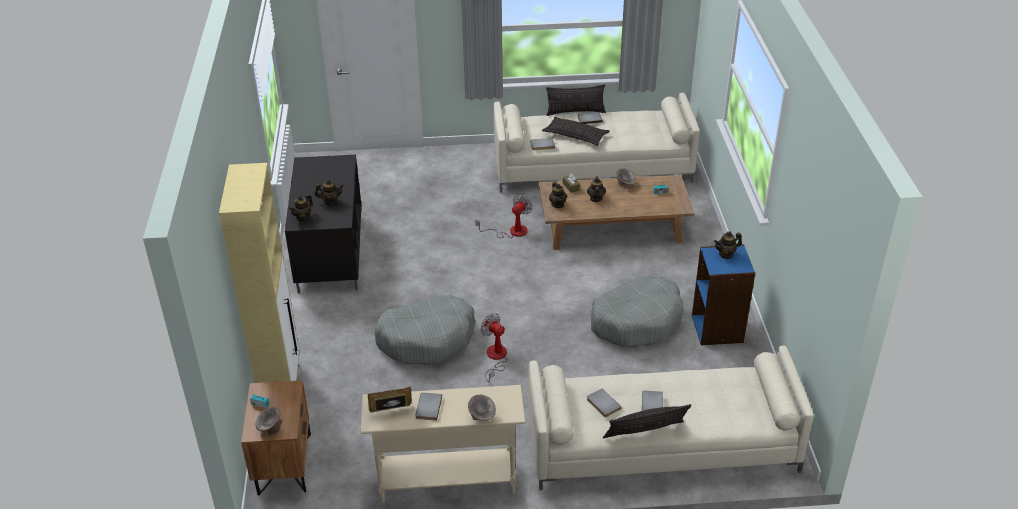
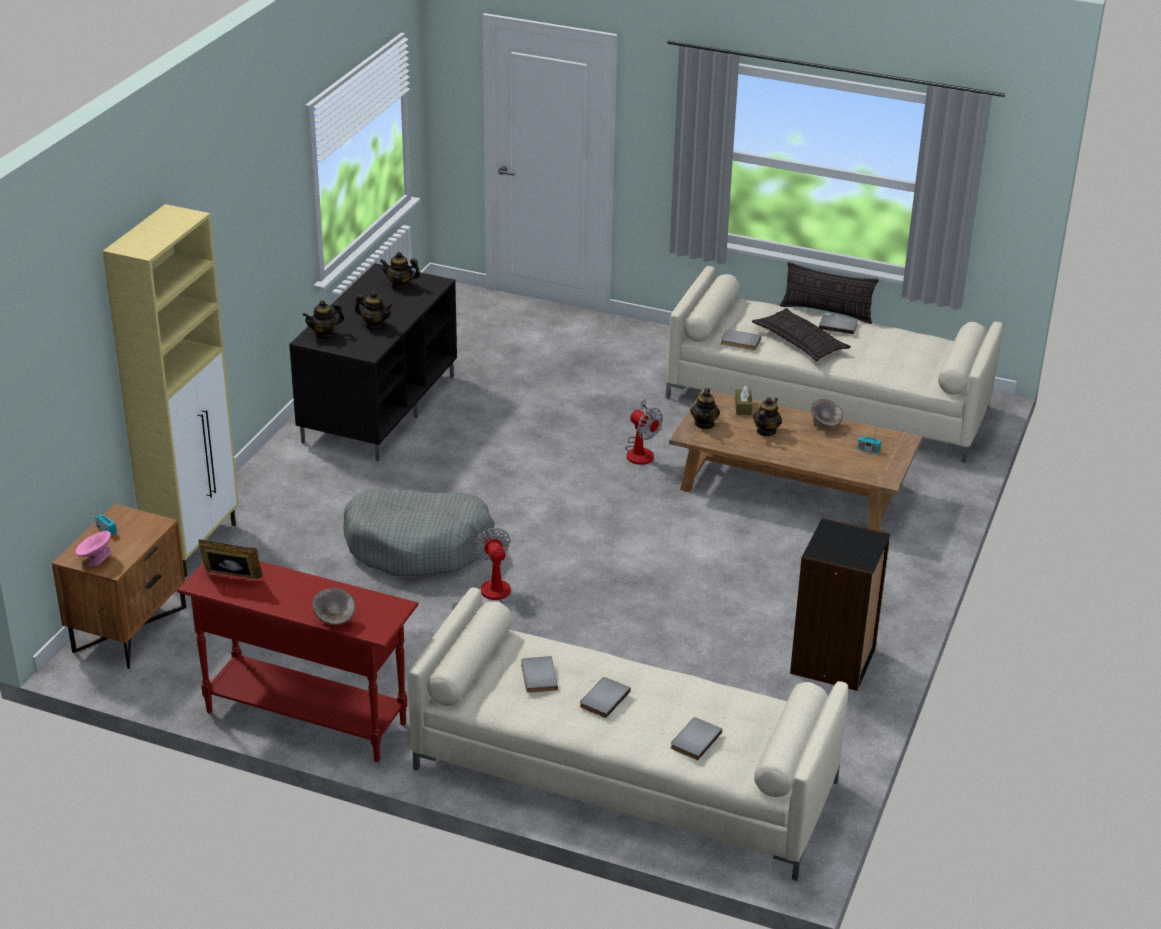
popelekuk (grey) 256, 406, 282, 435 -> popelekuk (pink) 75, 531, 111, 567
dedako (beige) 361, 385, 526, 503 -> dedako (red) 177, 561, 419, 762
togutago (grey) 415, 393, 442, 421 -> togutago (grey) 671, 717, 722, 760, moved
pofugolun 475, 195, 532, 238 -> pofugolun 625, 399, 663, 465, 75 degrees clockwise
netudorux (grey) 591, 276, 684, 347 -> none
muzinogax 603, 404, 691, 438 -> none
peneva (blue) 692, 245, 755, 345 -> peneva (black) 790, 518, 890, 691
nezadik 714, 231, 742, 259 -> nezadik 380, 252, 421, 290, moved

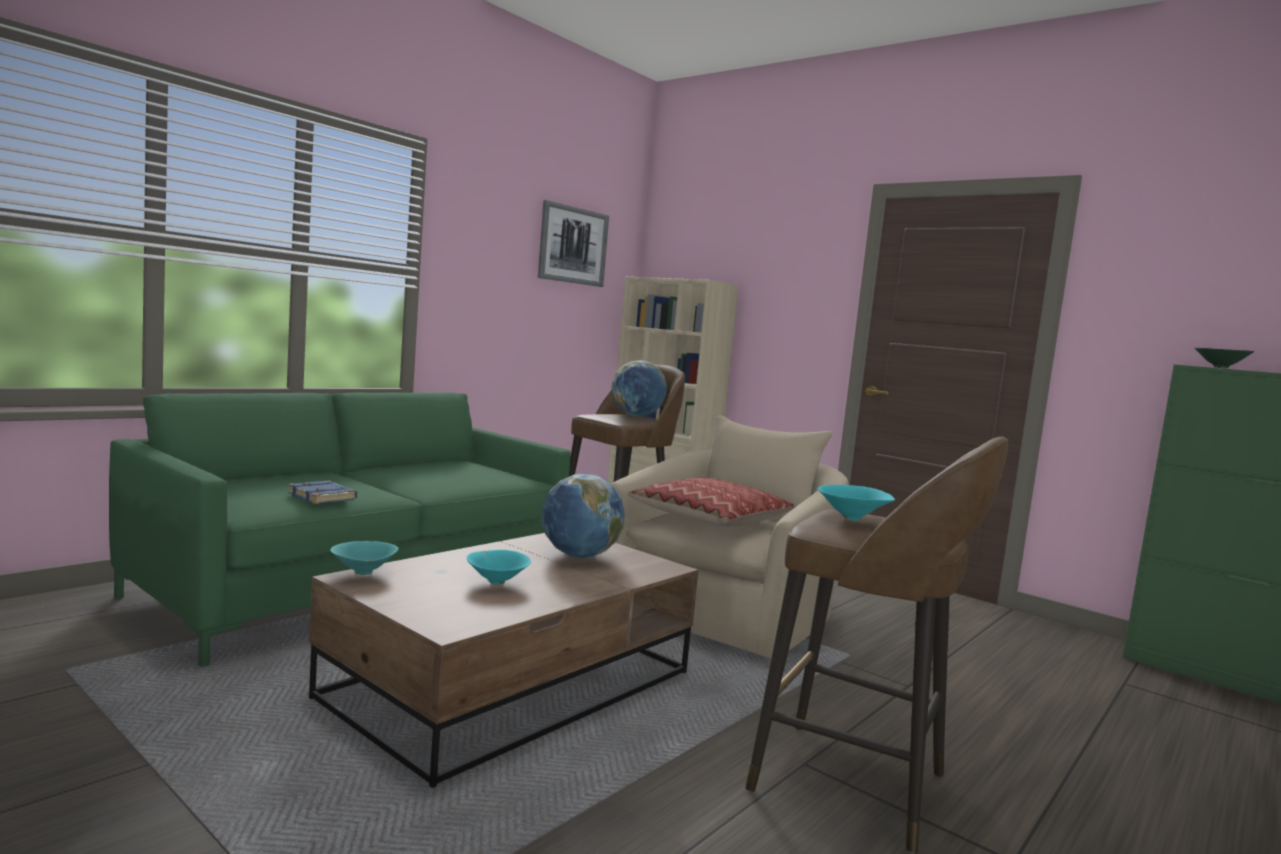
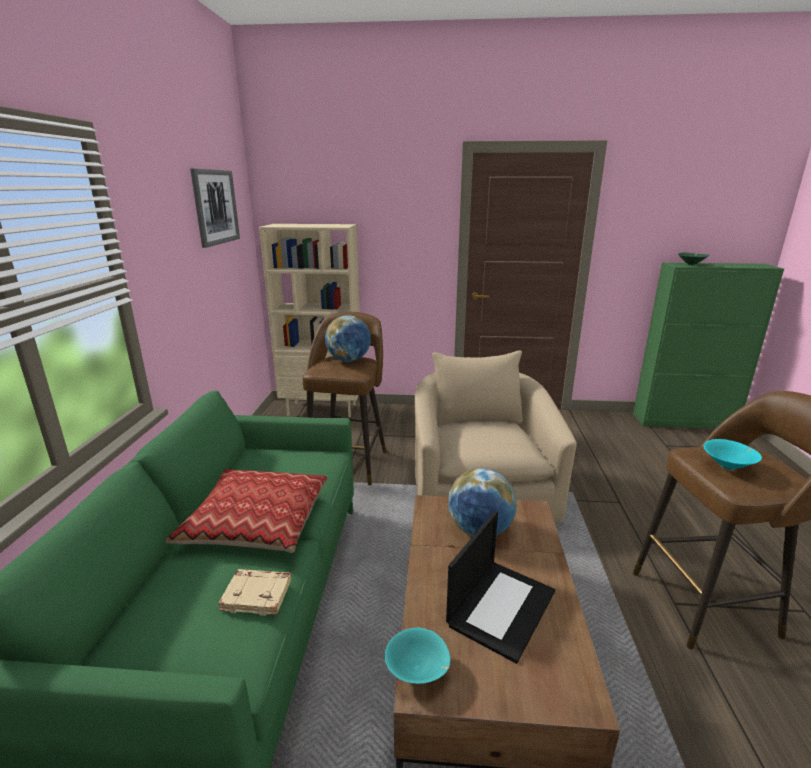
togutago (blue) 288, 480, 357, 504 -> togutago (beige) 218, 569, 291, 616
popelekuk (turquoise) 467, 550, 531, 585 -> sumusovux 446, 511, 555, 664
muzinogax 628, 477, 796, 527 -> muzinogax 165, 469, 328, 553, moved

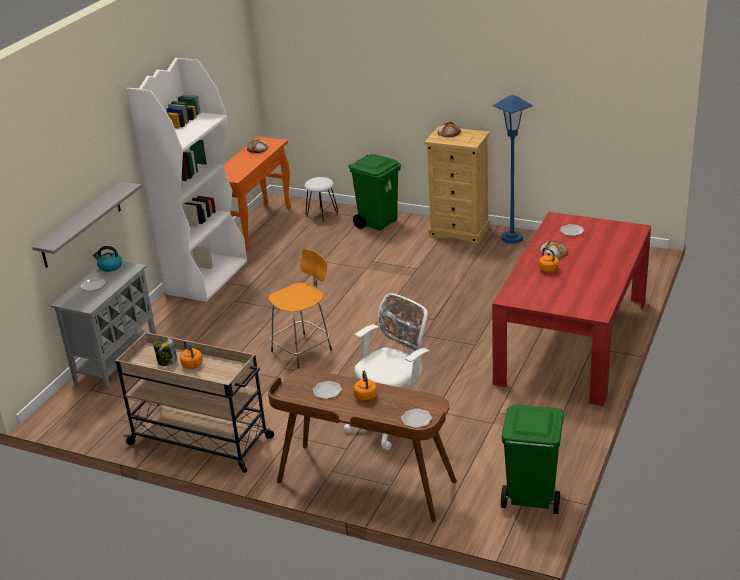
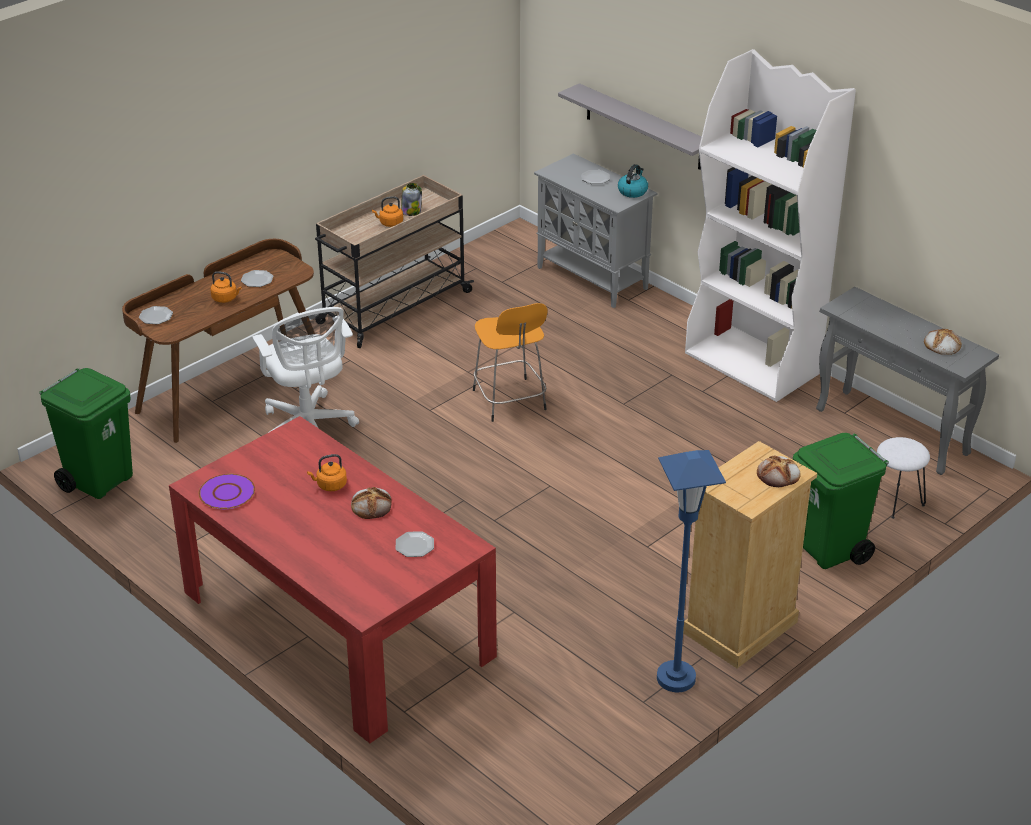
dedako (orange) 224, 137, 291, 249 -> dedako (grey) 816, 287, 999, 475
none -> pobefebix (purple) 199, 474, 255, 509

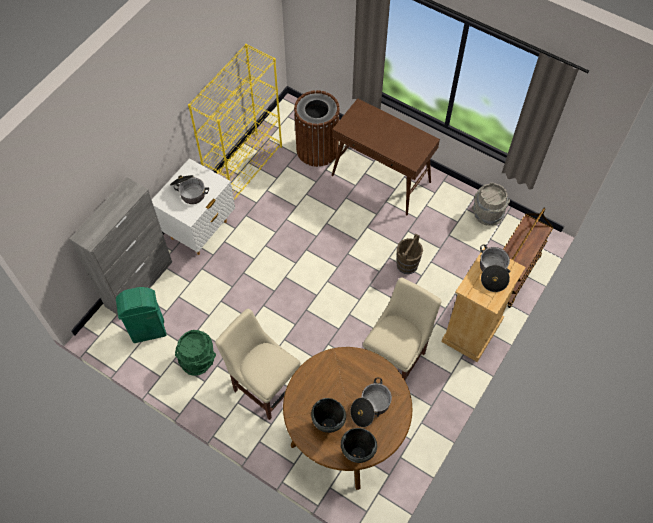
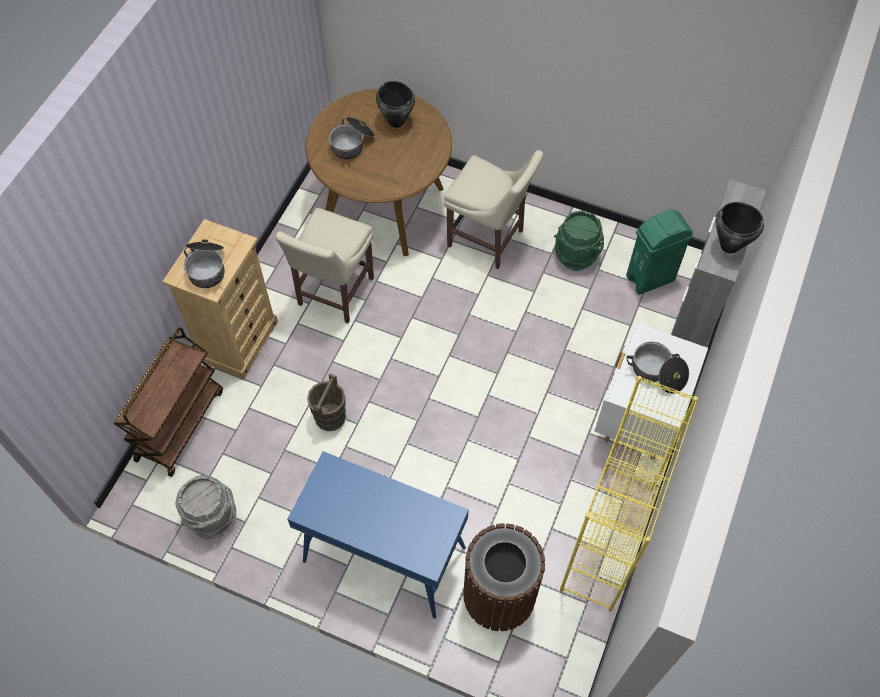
dedako (brown) 332, 98, 440, 216 -> dedako (blue) 287, 451, 469, 619
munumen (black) 341, 428, 377, 463 -> munumen (black) 716, 202, 764, 254, moved

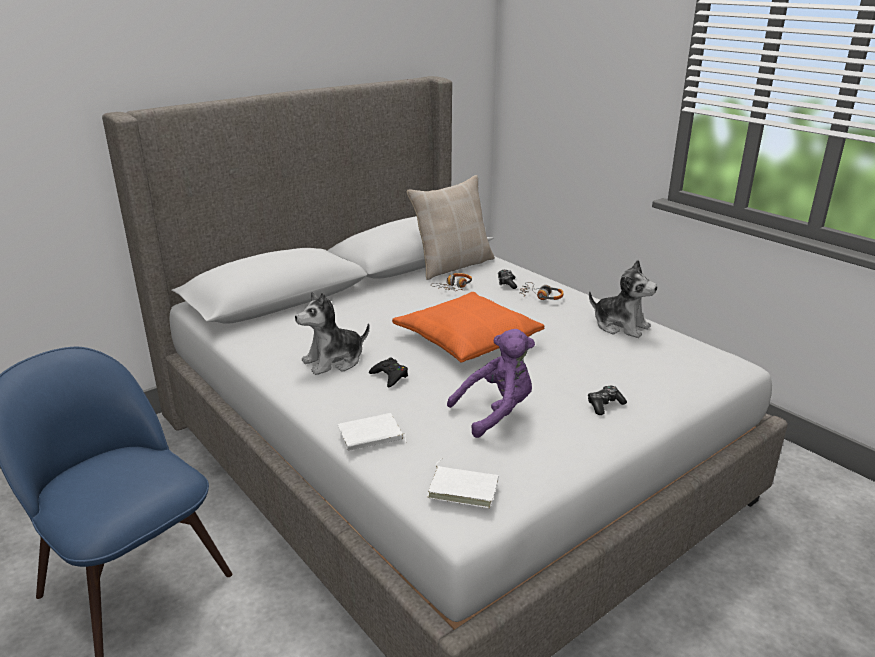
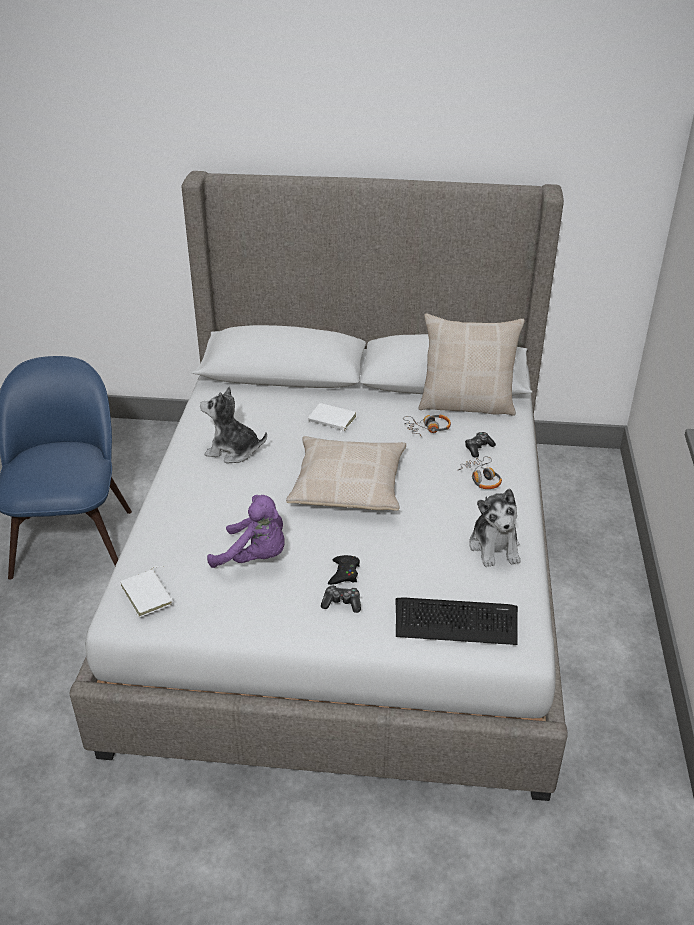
togutago (white) 338, 413, 407, 451 -> togutago (white) 308, 403, 357, 433, moved
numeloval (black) 369, 358, 408, 387 -> numeloval (black) 328, 555, 360, 585, moved
muzinogax (orange) 392, 292, 545, 363 -> muzinogax (beige) 286, 436, 406, 511
none -> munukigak 396, 597, 518, 645

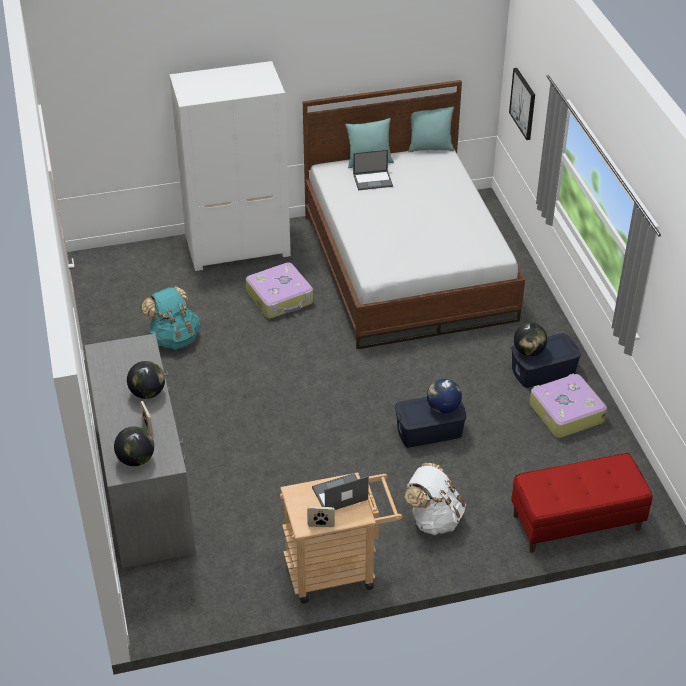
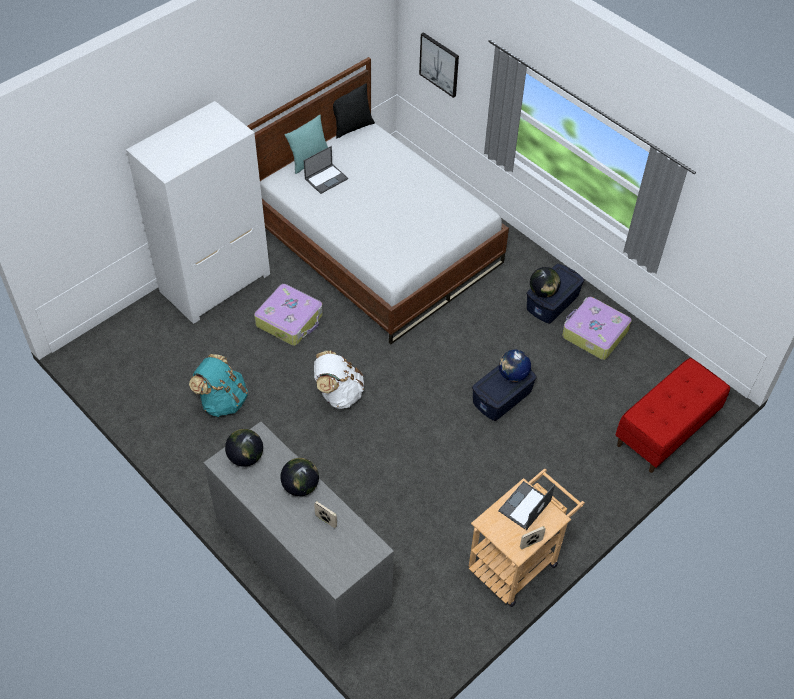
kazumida 114, 426, 154, 466 -> kazumida 225, 429, 263, 467, moved
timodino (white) 405, 463, 466, 535 -> timodino (white) 314, 351, 364, 409, moved
muzinogax (turquoise) 408, 107, 454, 152 -> muzinogax (black) 333, 83, 375, 138

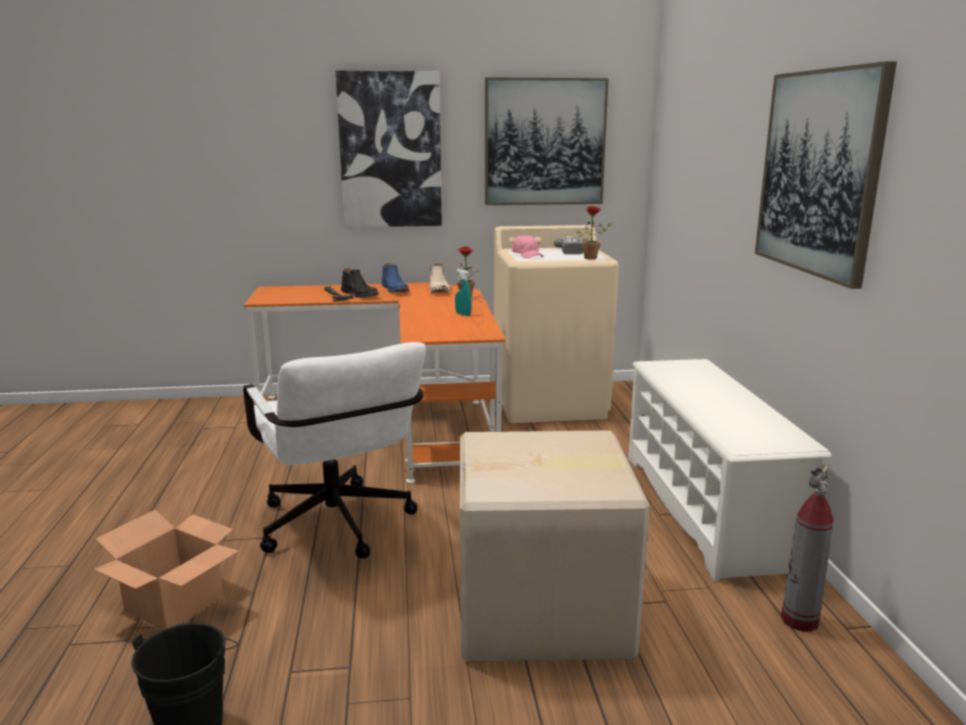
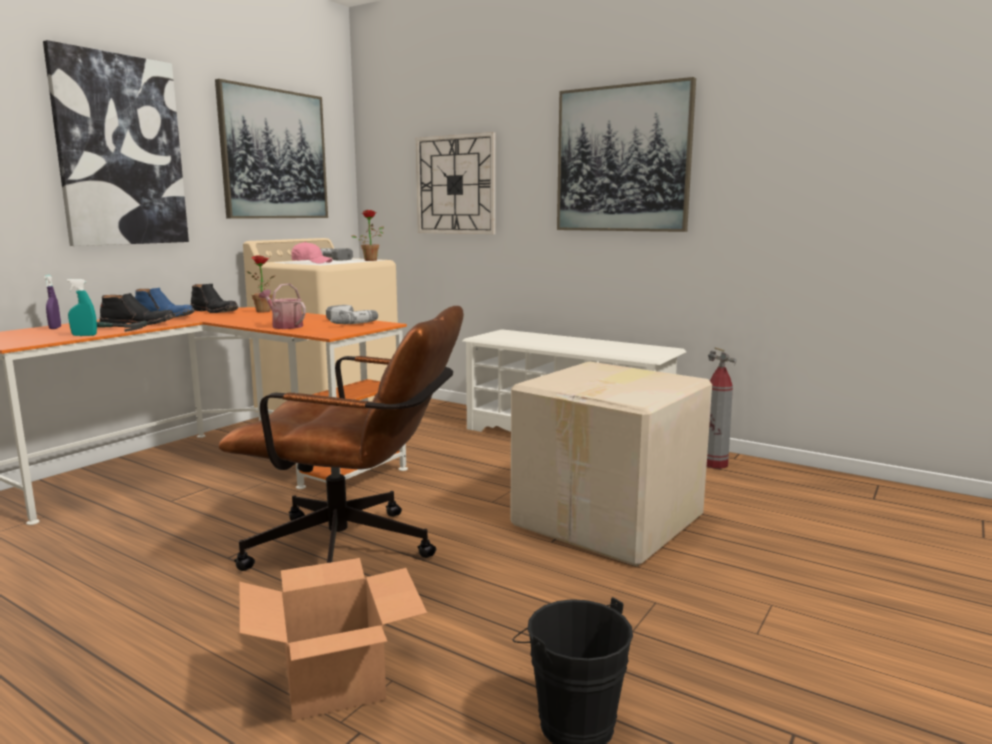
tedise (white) 243, 342, 426, 559 -> tedise (brown) 218, 306, 464, 571
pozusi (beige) 429, 264, 450, 293 -> pozusi (black) 190, 284, 238, 313
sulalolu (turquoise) 455, 269, 472, 316 -> sulalolu (turquoise) 67, 279, 97, 336, moved
none -> sulalolu (purple) 44, 275, 61, 329
none -> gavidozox 259, 283, 306, 329
none -> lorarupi 326, 305, 378, 324
none -> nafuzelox 416, 132, 496, 234

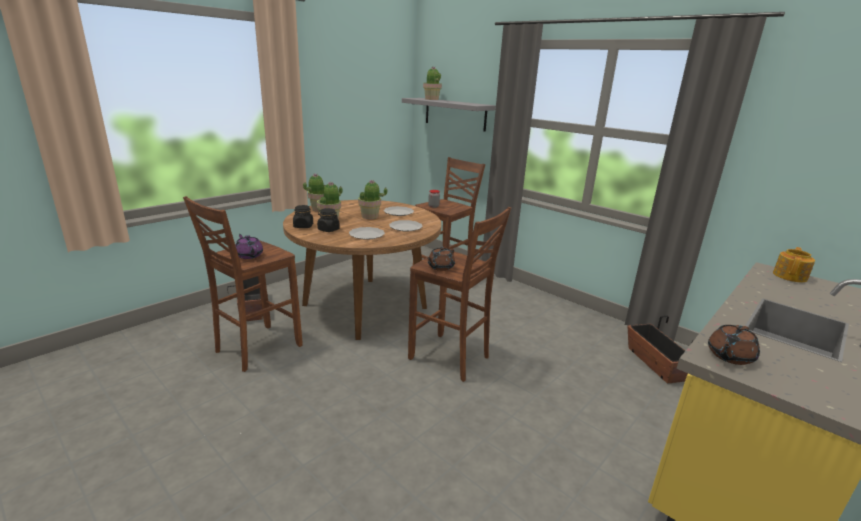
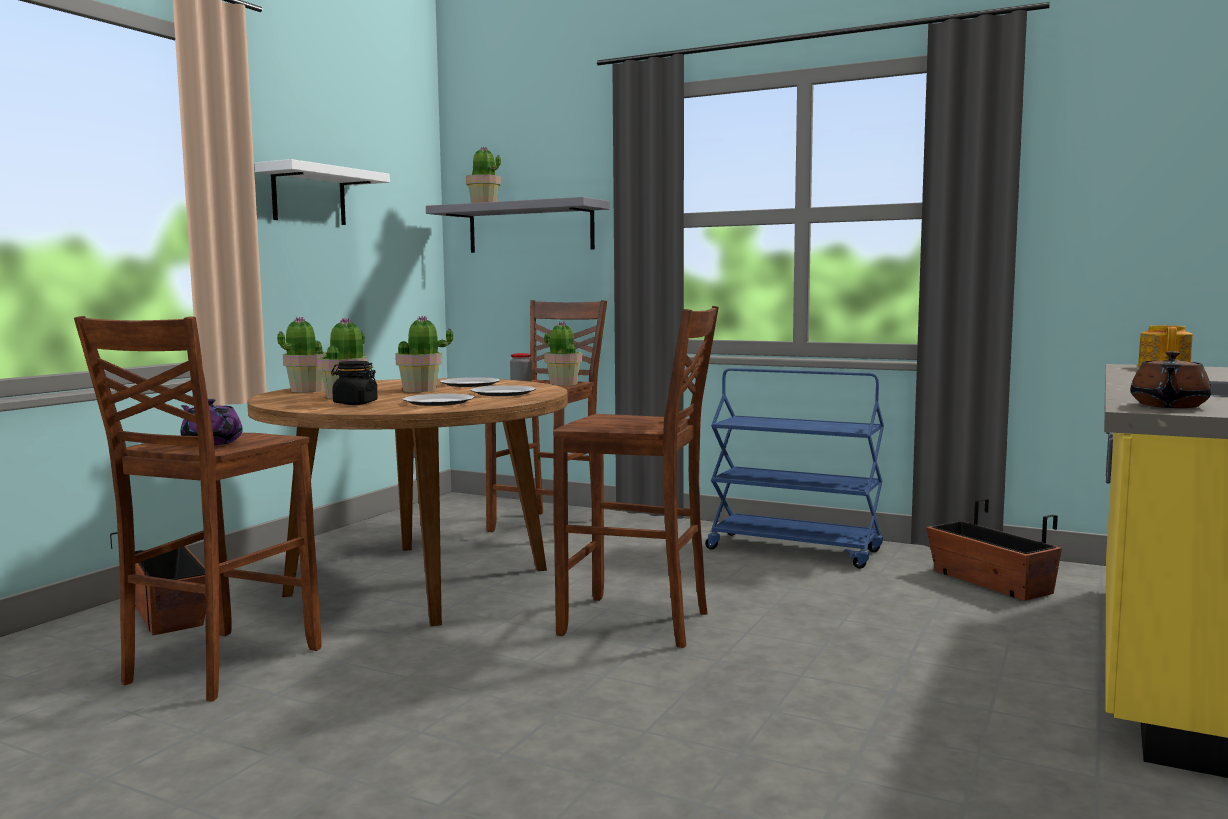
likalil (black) 293, 205, 313, 228 -> none
nezadik (brown) 428, 247, 455, 271 -> none
none -> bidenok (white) 254, 159, 390, 225
none -> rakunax 544, 321, 582, 386
none -> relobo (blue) 705, 368, 884, 569

